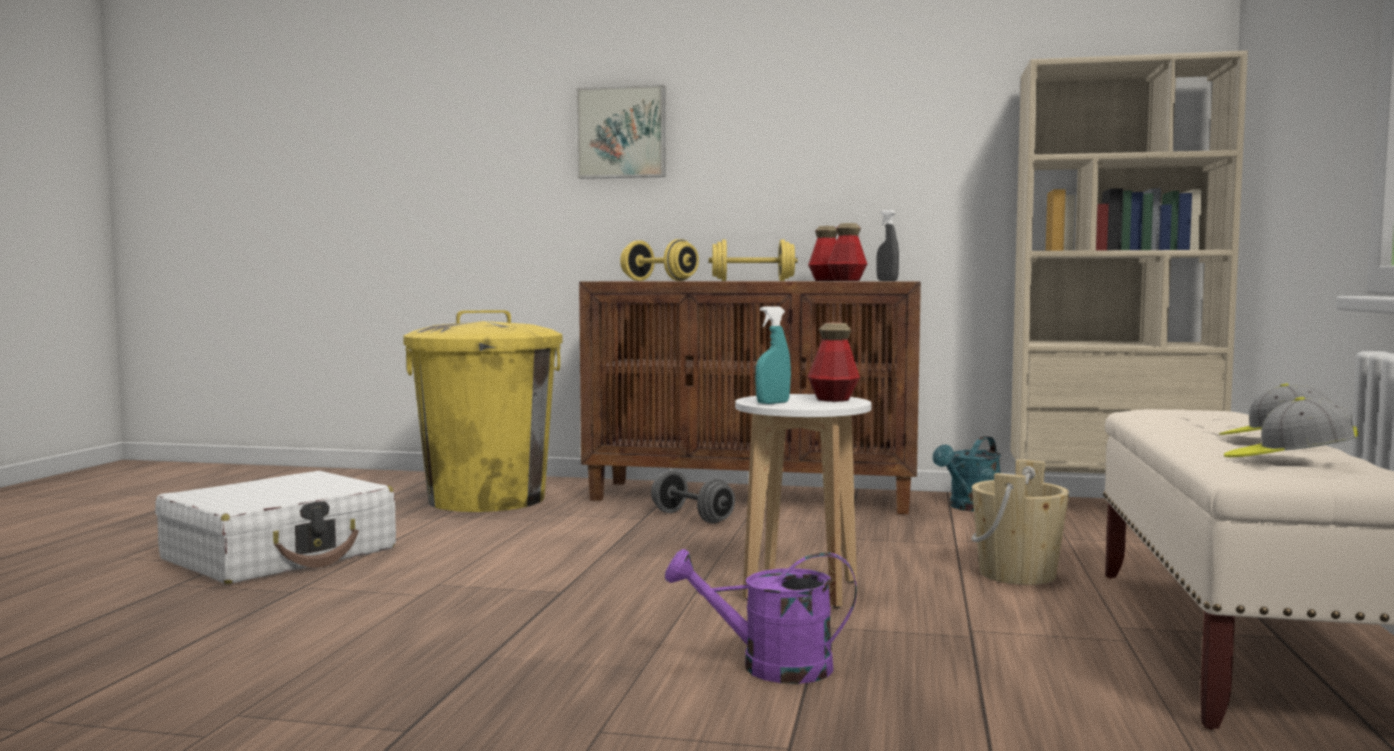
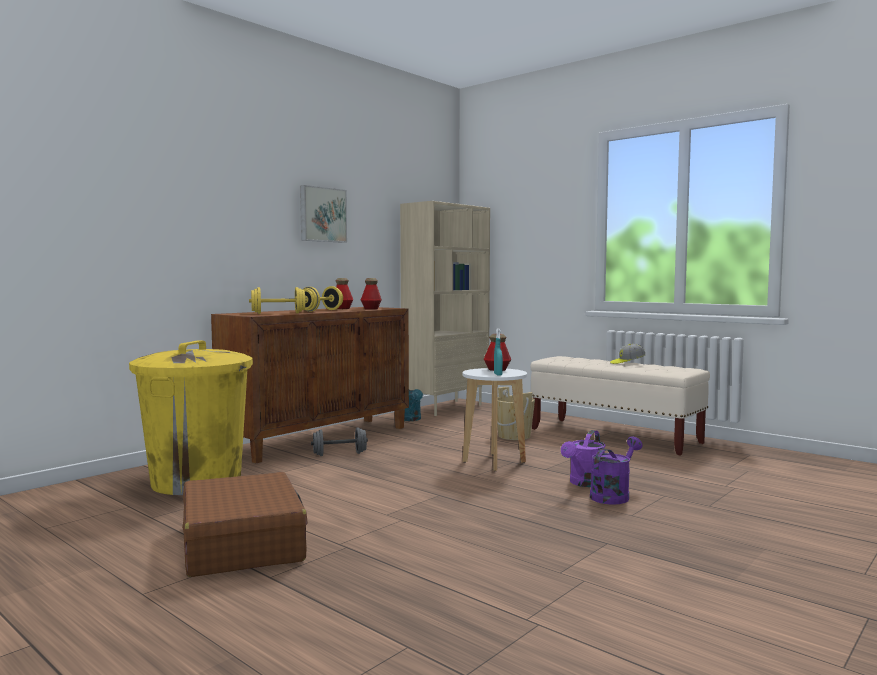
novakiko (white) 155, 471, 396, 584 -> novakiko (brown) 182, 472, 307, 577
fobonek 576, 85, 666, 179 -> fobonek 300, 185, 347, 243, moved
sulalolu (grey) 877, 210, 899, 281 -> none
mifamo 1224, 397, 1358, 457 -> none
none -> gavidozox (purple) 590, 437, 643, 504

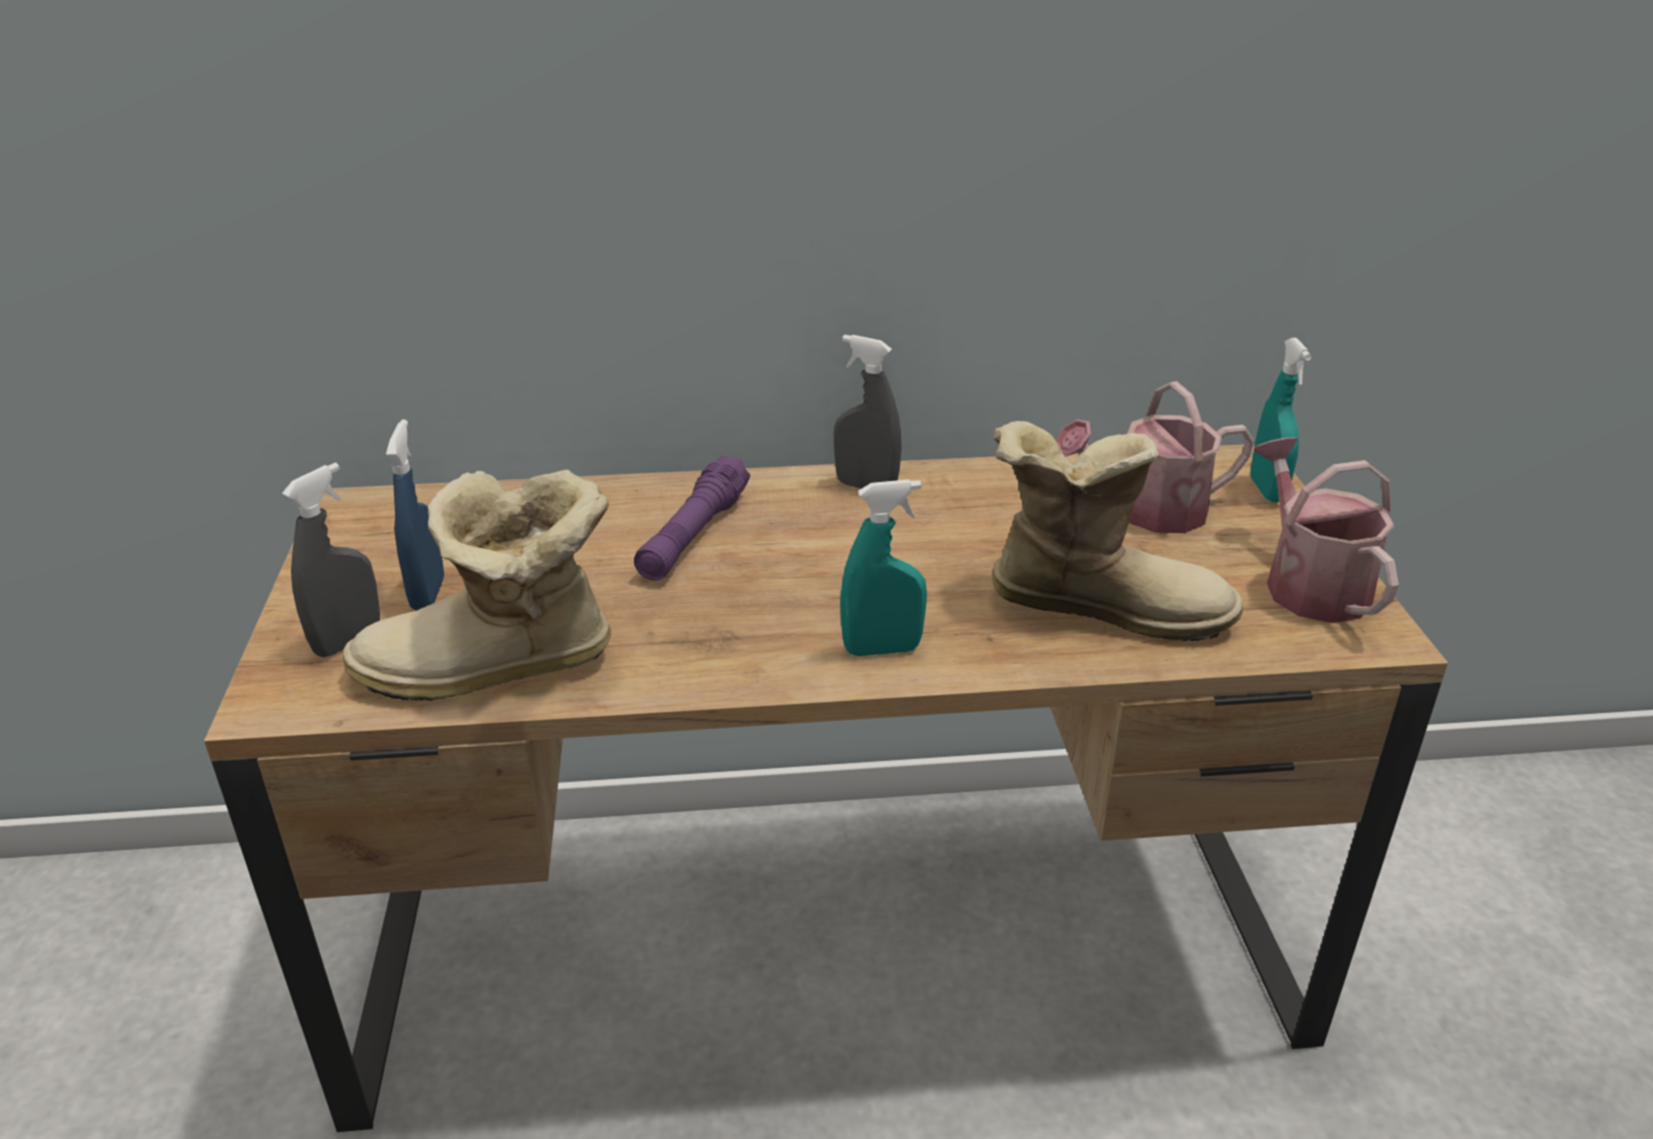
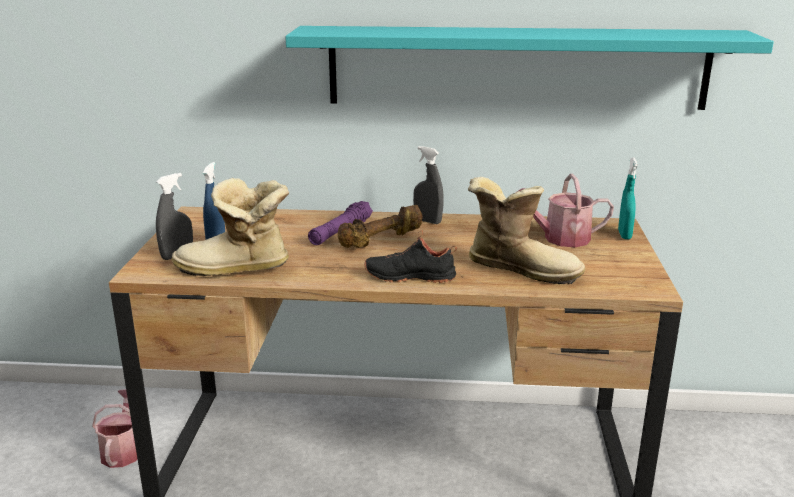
sulalolu (turquoise) 840, 480, 927, 656 -> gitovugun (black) 364, 230, 457, 283
gavidozox 1254, 437, 1399, 623 -> gavidozox 92, 389, 137, 468, moved
none -> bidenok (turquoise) 285, 26, 774, 110
none -> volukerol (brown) 338, 205, 423, 248

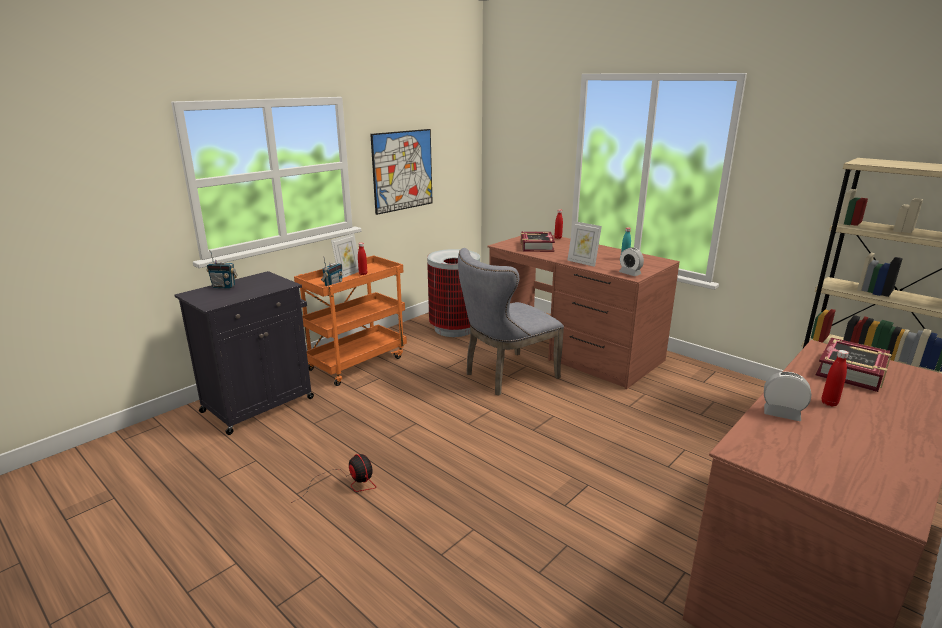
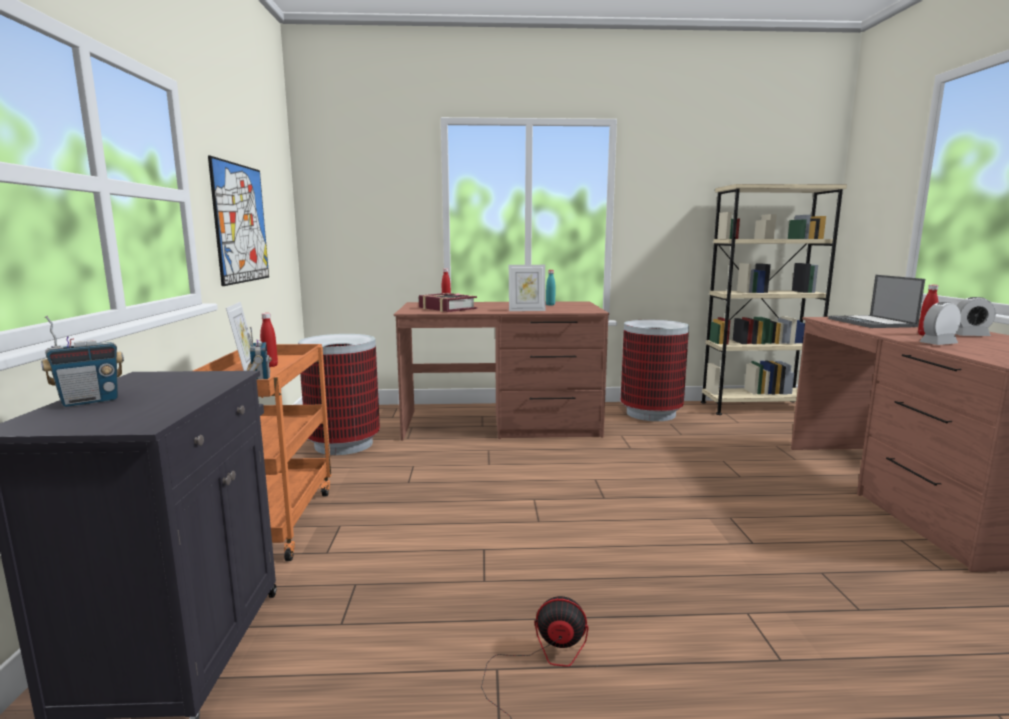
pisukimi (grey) 458, 248, 564, 395 -> none
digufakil 619, 247, 644, 276 -> digufakil 955, 297, 996, 336, moved
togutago 815, 338, 892, 392 -> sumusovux 828, 275, 925, 328
none -> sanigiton 621, 320, 689, 421

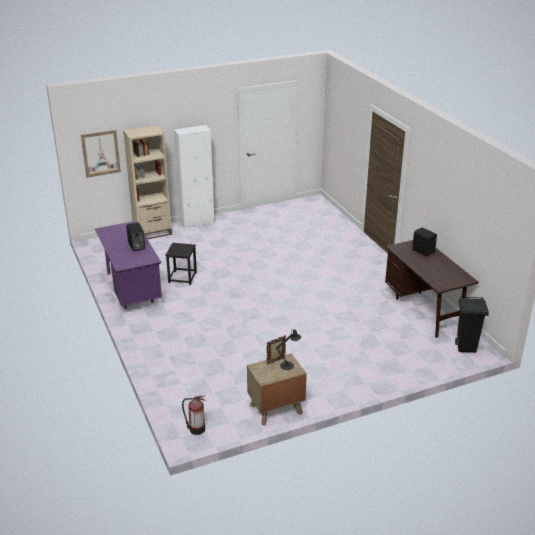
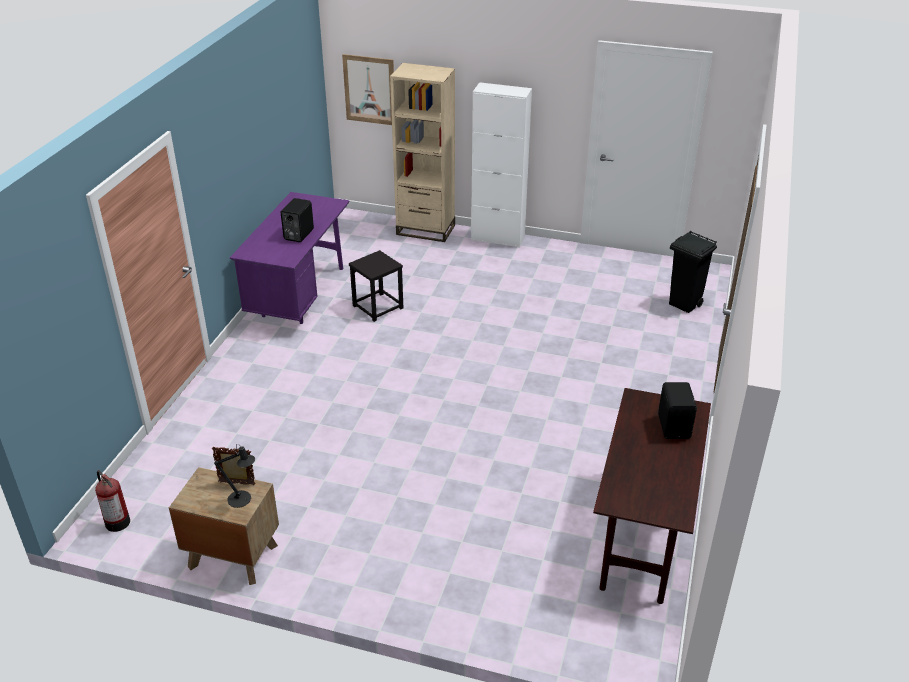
sanigiton (black) 455, 296, 489, 353 -> sanigiton (black) 669, 231, 717, 313, moved

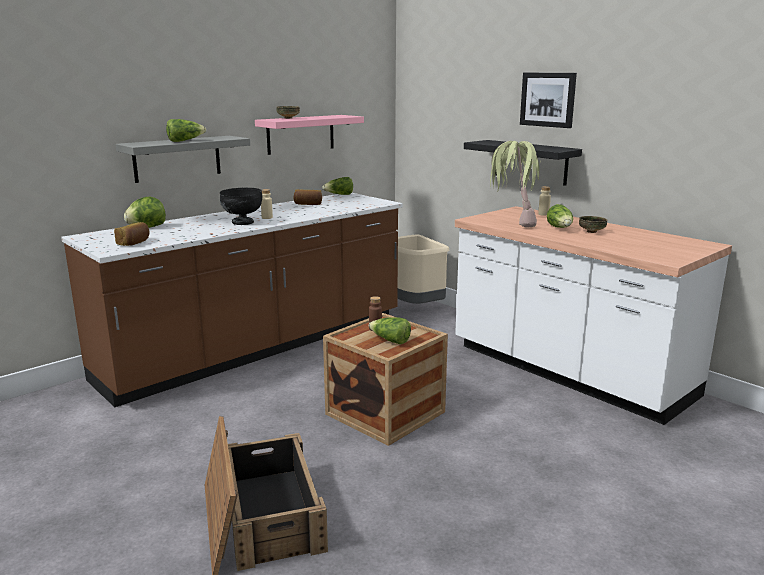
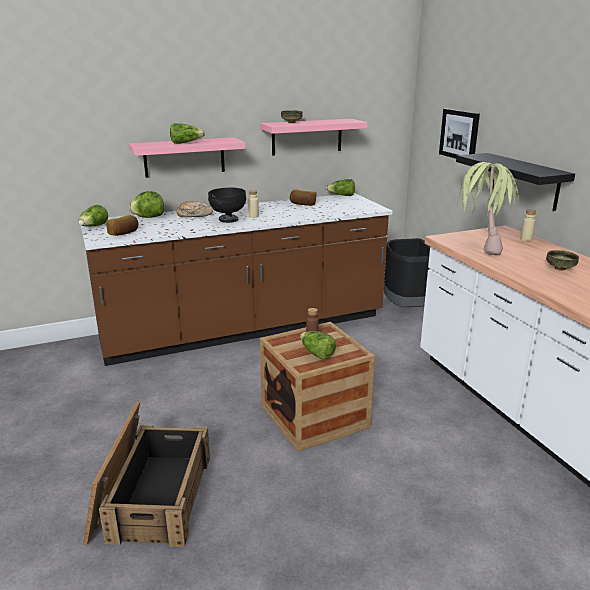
bidenok (grey) 115, 136, 250, 183 -> bidenok (pink) 129, 137, 246, 178
sanigiton (beige) 397, 234, 450, 304 -> sanigiton (black) 384, 238, 430, 307
fobonek 520, 73, 577, 128 -> fobonek 439, 109, 480, 159, moved
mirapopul 547, 204, 573, 228 -> mirapopul 78, 205, 108, 227, moved
none -> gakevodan 177, 201, 213, 217

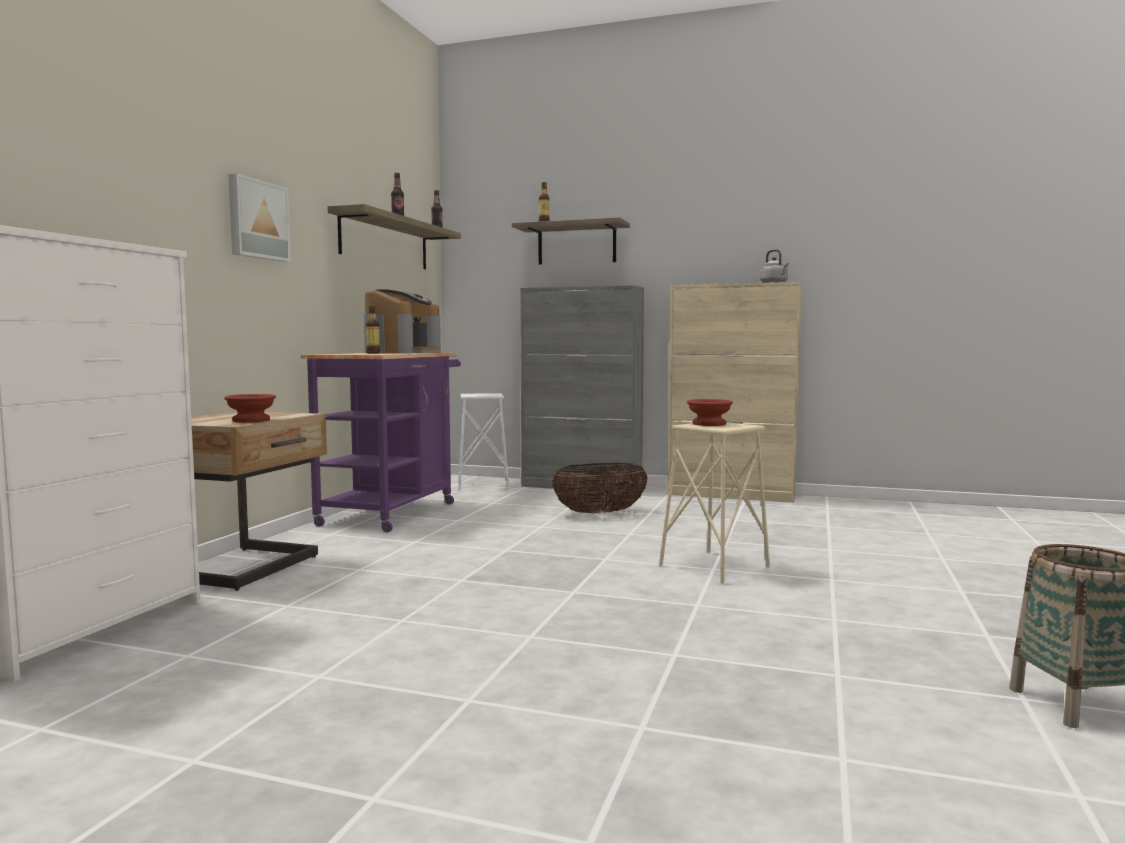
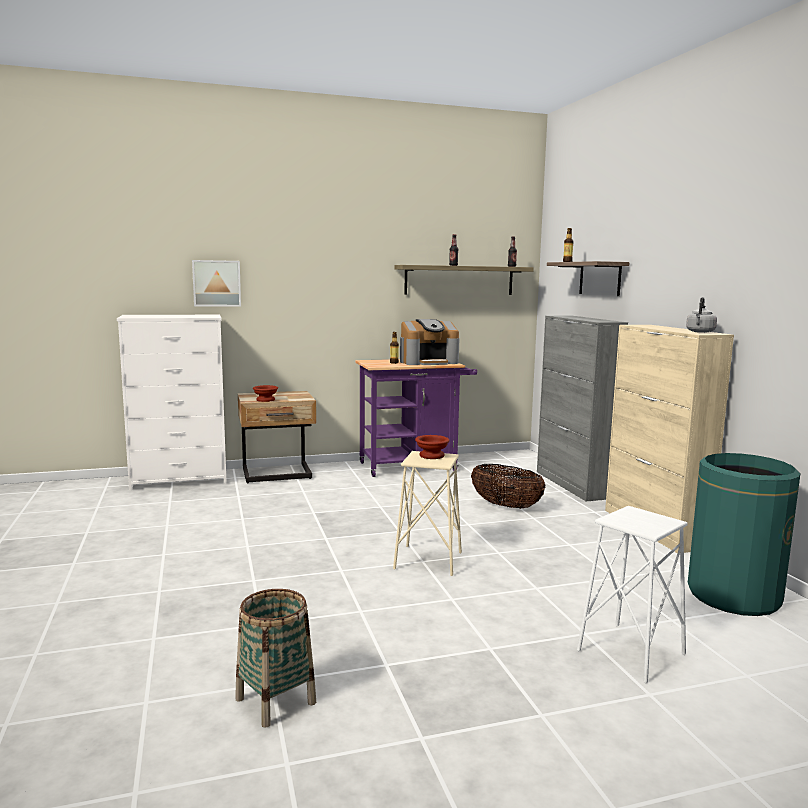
fobonek 229, 173, 291, 262 -> fobonek 192, 260, 241, 307, moved
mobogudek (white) 458, 393, 509, 491 -> mobogudek (white) 577, 506, 688, 683, moved
none -> sanigiton (green) 688, 453, 801, 616

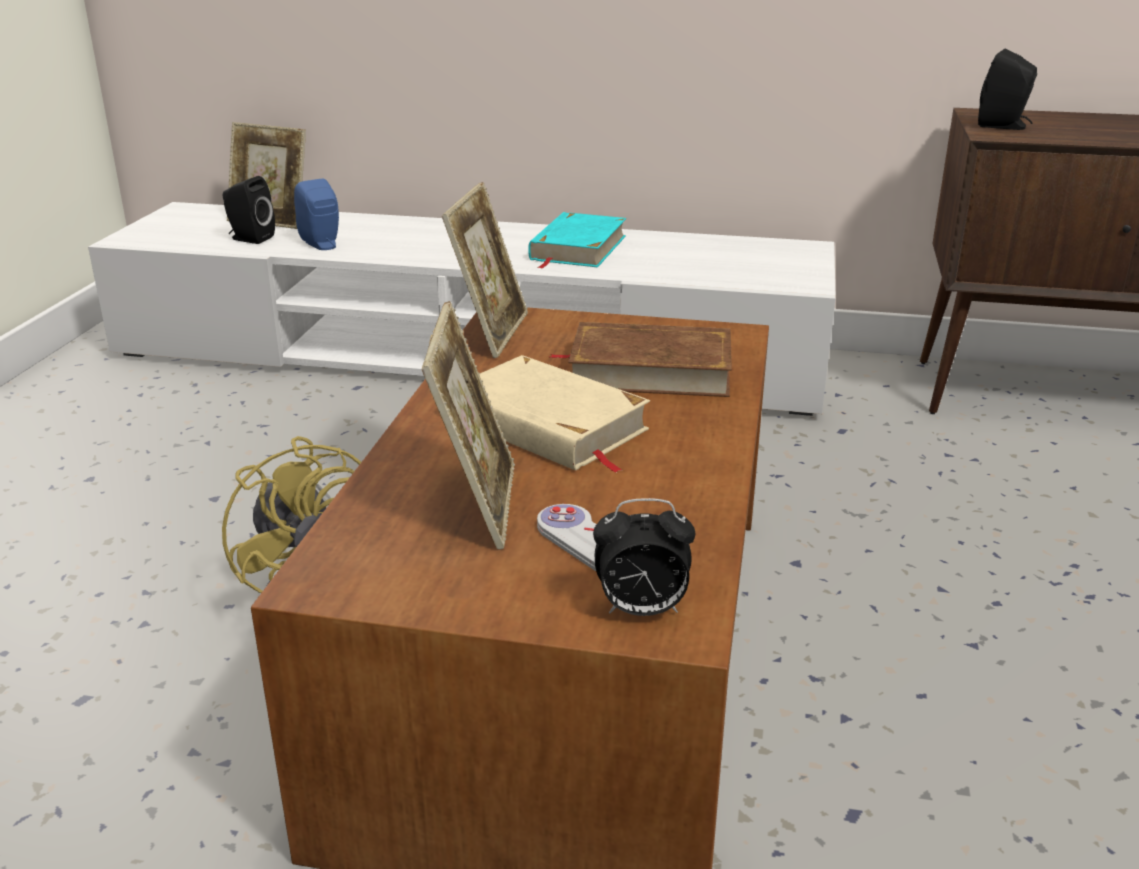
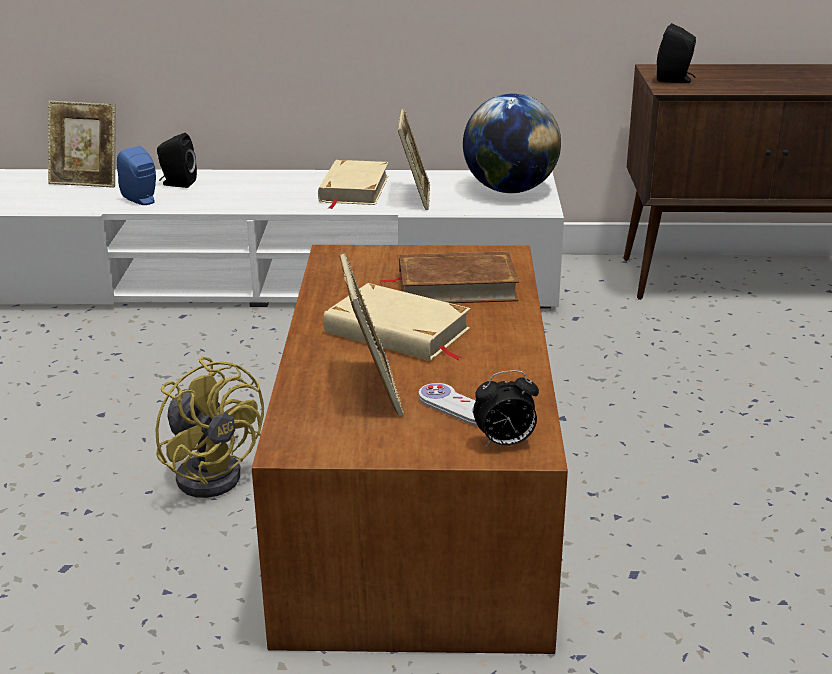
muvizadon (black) 223, 176, 275, 244 -> muvizadon (black) 157, 133, 197, 188, moved
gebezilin 442, 182, 528, 358 -> gebezilin 398, 108, 430, 210, moved
togutago (turquoise) 528, 212, 626, 269 -> togutago (beige) 318, 160, 388, 209
none -> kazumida 463, 93, 561, 193

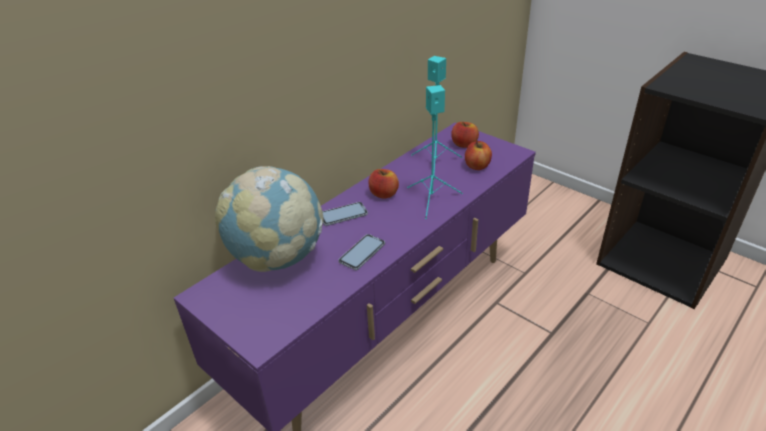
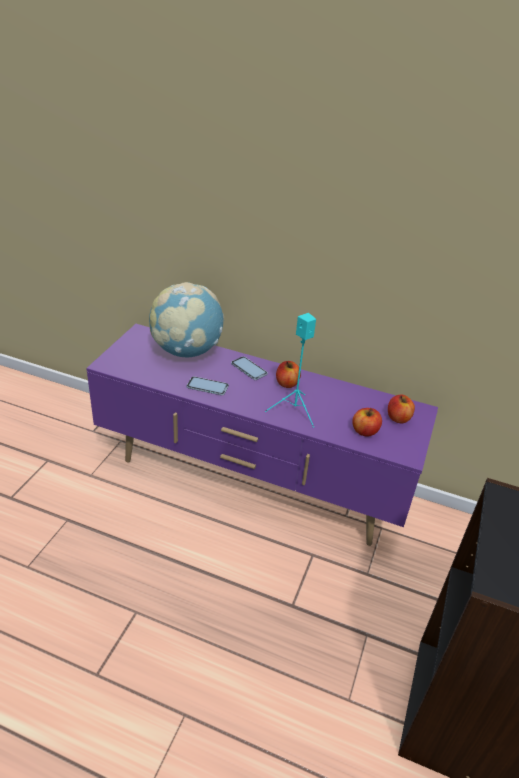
muvizadon (turquoise) 411, 56, 462, 181 -> none

